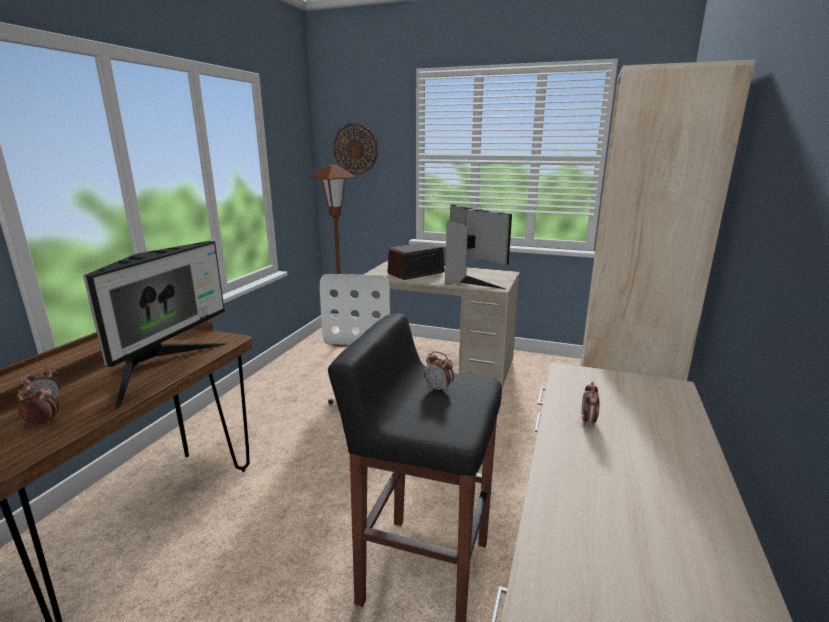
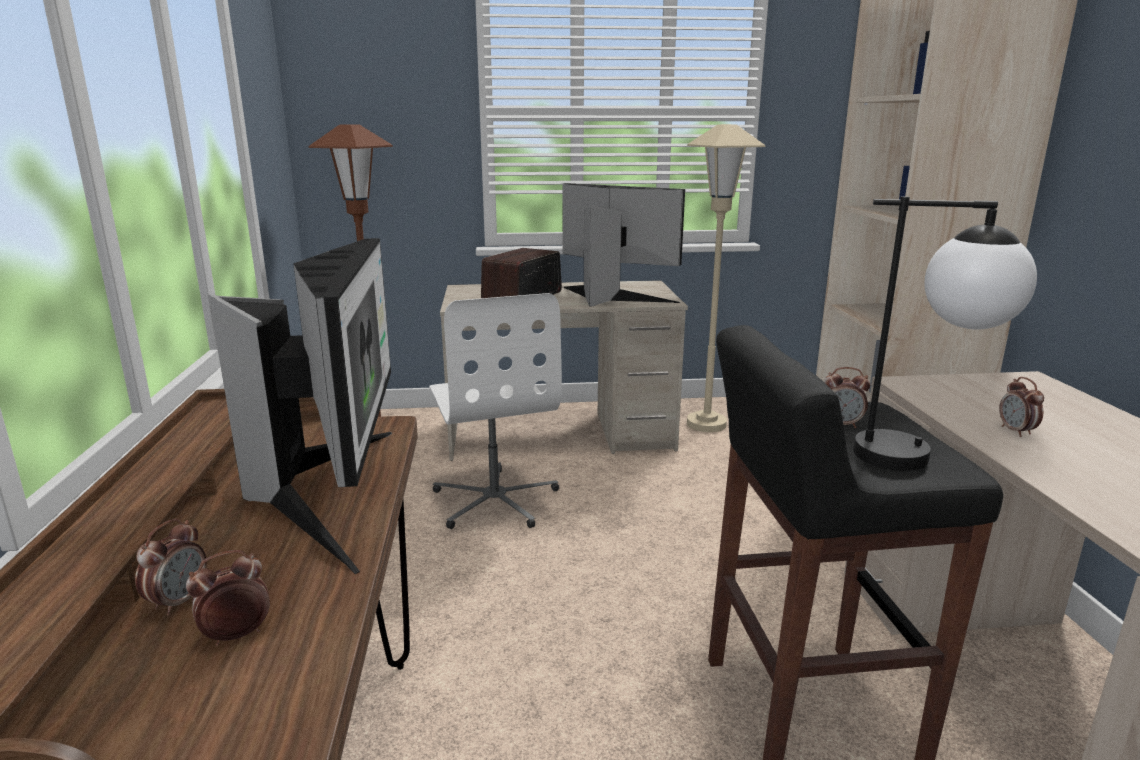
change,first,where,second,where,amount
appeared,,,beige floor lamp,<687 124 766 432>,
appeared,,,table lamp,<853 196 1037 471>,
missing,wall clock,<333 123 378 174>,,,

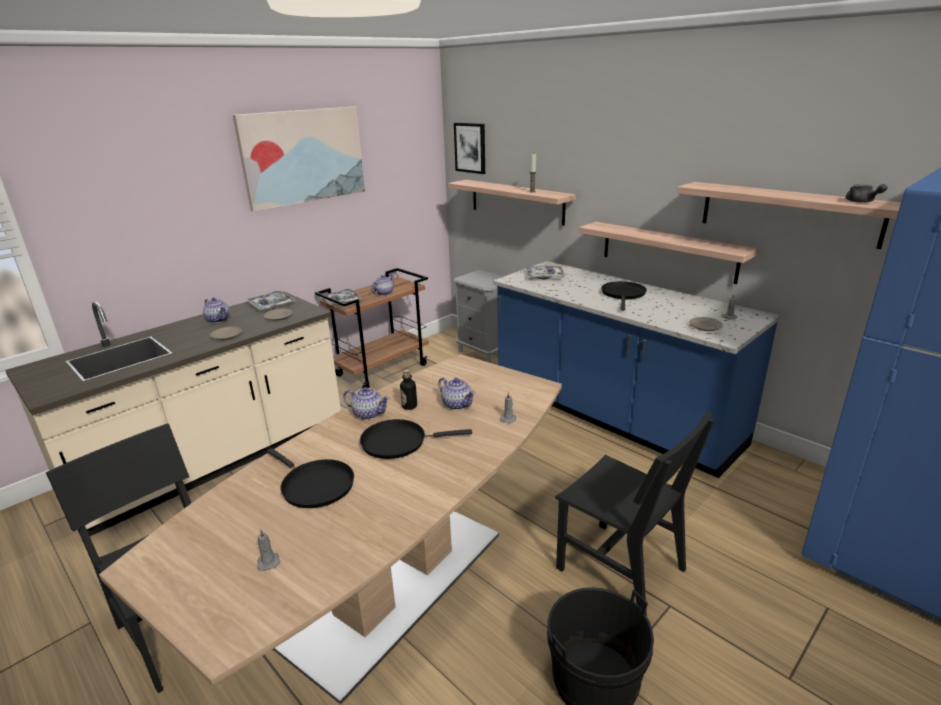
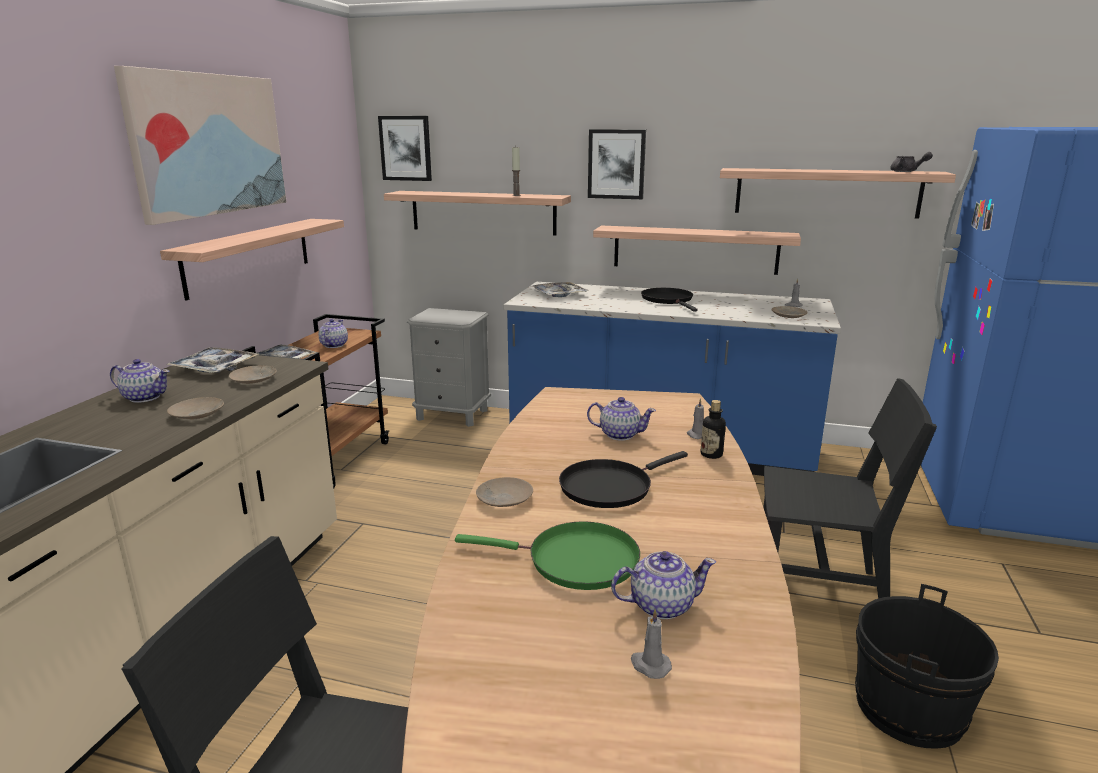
change,first,where,second,where,amount
appeared,,,shelf,<160 219 344 301>,
colour,black frying pan,<267 448 354 508>,green frying pan,<455 521 640 590>,
appeared,,,beige plate,<476 477 533 507>,
appeared,,,picture,<588 129 646 199>,
relocated,teapot,<343 387 390 420>,,<611 551 716 619>,
relocated,bottle,<400 369 417 410>,,<701 400 726 459>,

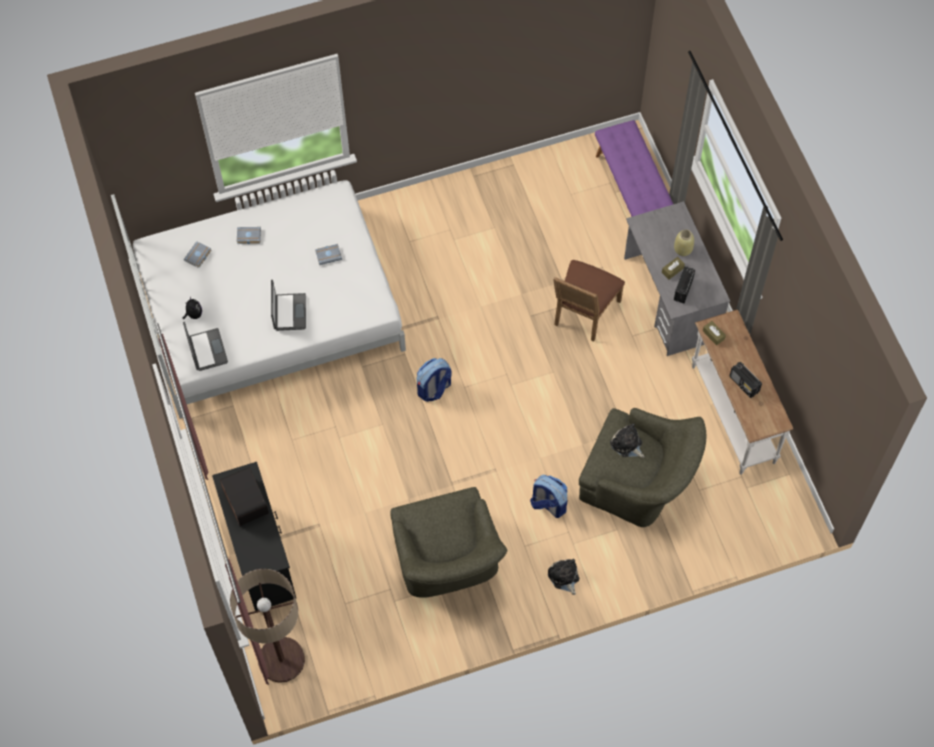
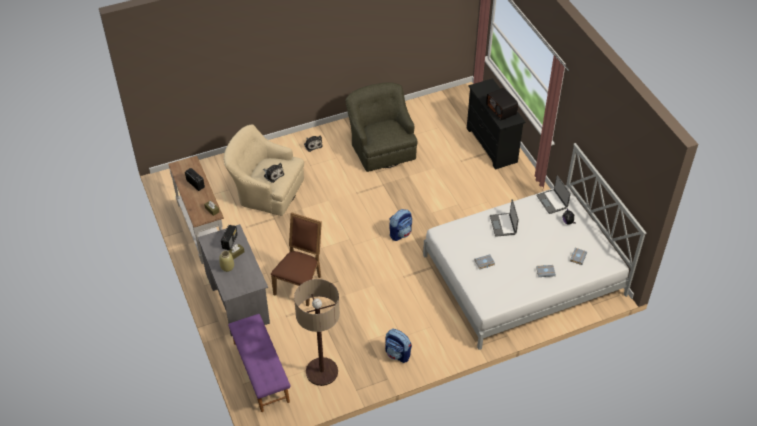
change,first,where,second,where,amount
colour,green armchair,<579 408 707 527>,beige armchair,<224 124 304 216>,
relocated,floor lamp,<230 569 305 683>,,<294 279 340 386>,
relocated,backpack,<530 475 567 518>,,<385 329 412 363>,

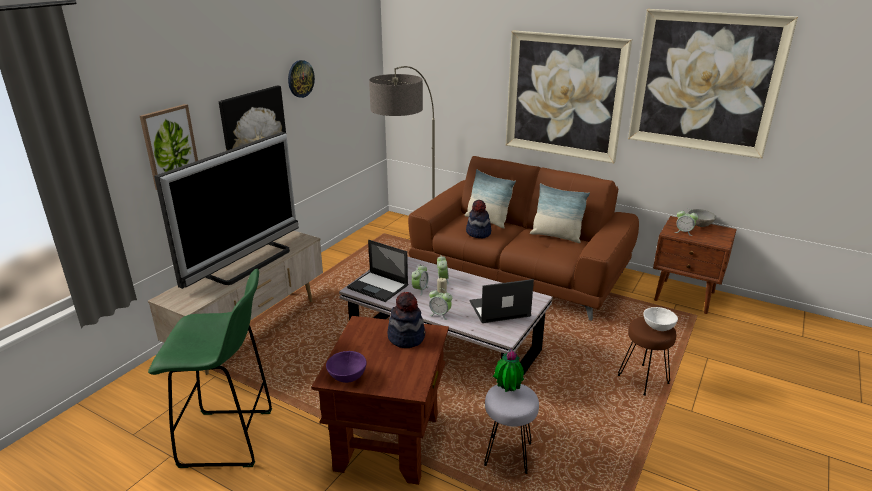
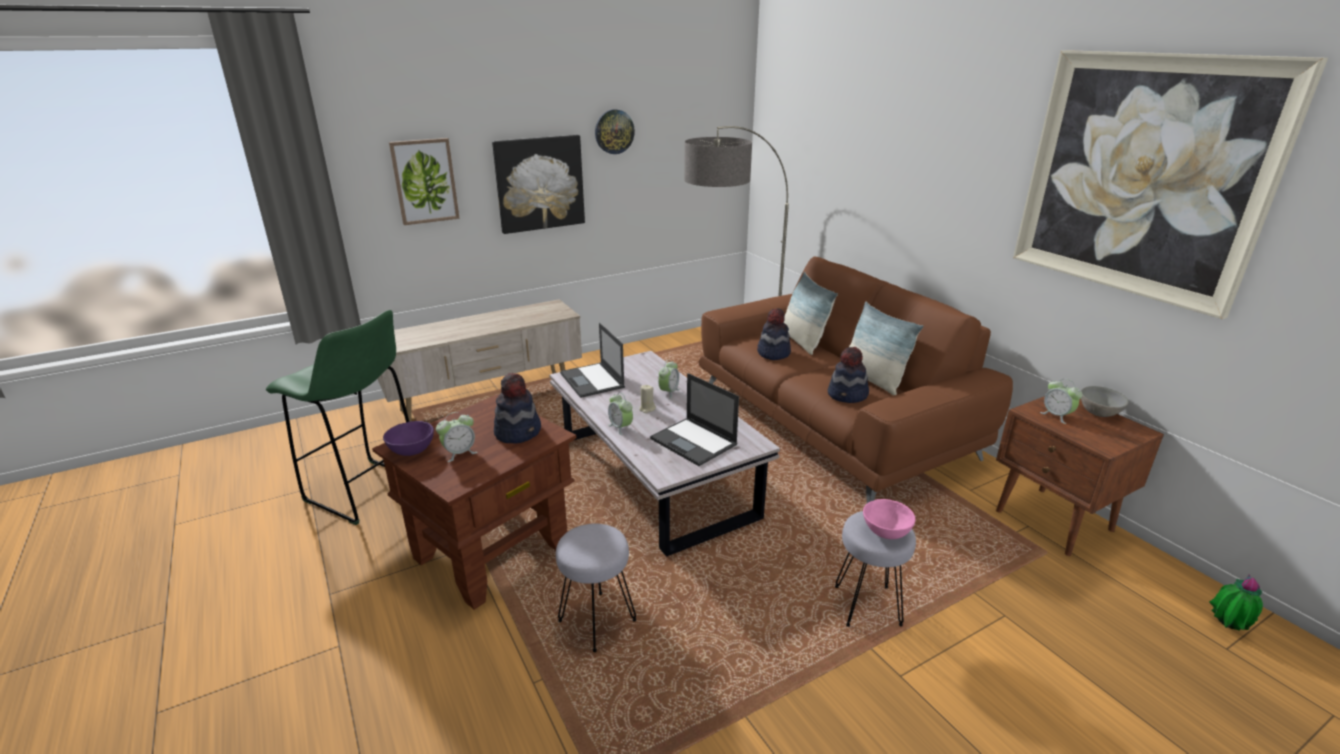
change,first,where,second,where,amount
relocated,alarm clock,<412 264 429 296>,,<436 412 478 462>,
spun,laptop,<470 279 534 323>,,<650 373 739 466>,150 degrees counterclockwise
appeared,,,hat,<828 347 869 403>,
colour,brown stool,<618 317 676 396>,grey stool,<835 511 916 627>,
colour,white bowl,<643 307 678 331>,pink bowl,<863 499 916 539>,
relocated,potted plant,<493 348 524 392>,,<1209 575 1263 631>,
missing,television,<154 132 299 289>,,,
missing,picture,<506 30 632 164>,,,

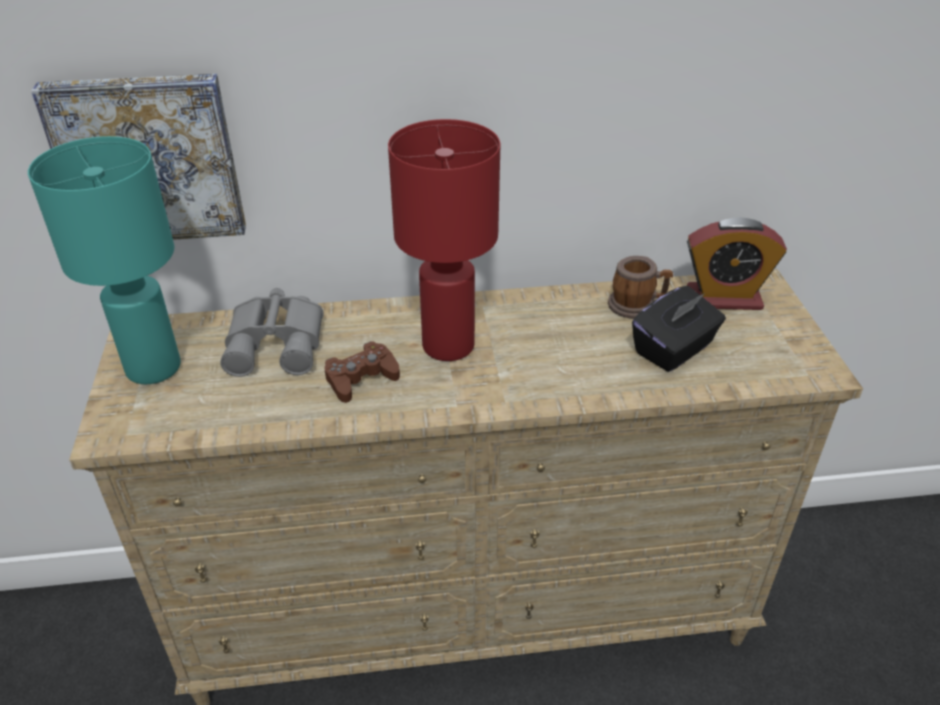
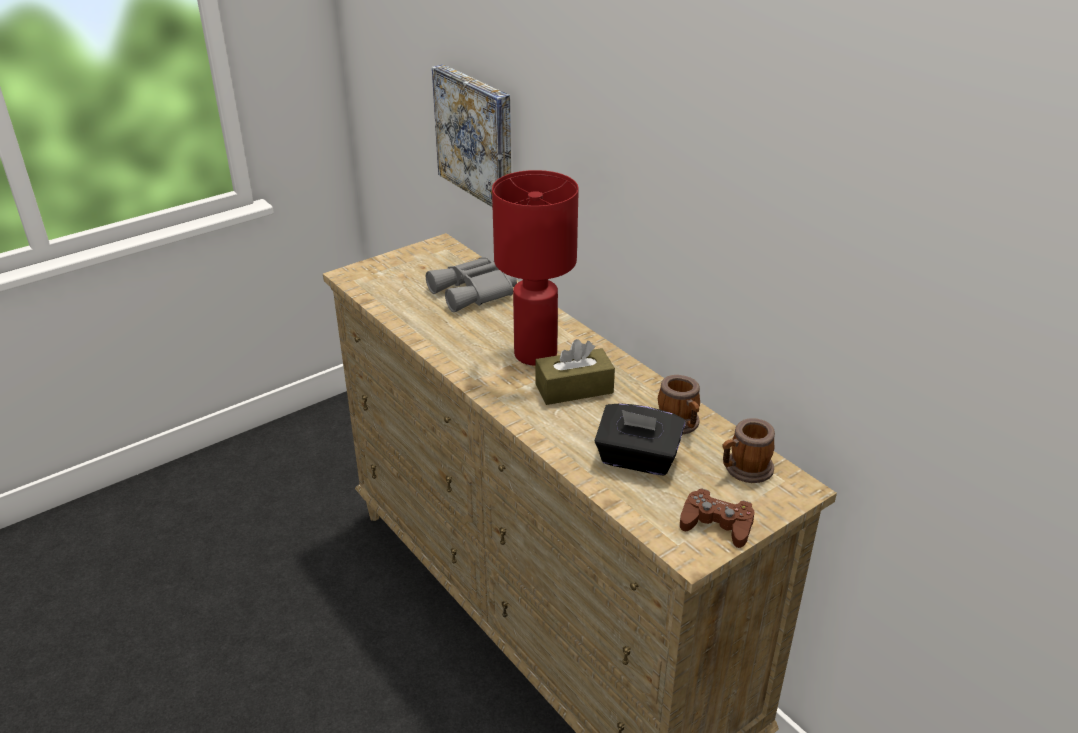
change,first,where,second,where,amount
appeared,,,brown tissue box,<536 339 615 405>,
relocated,brown game controller,<324 341 400 403>,,<680 489 754 548>,
exchanged,alarm clock,<687 217 787 310>,mug,<722 419 775 483>,
missing,turquoise table lamp,<28 136 181 384>,,,

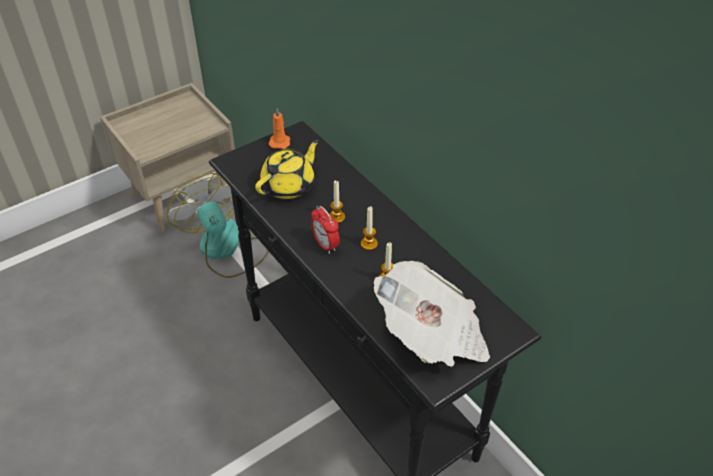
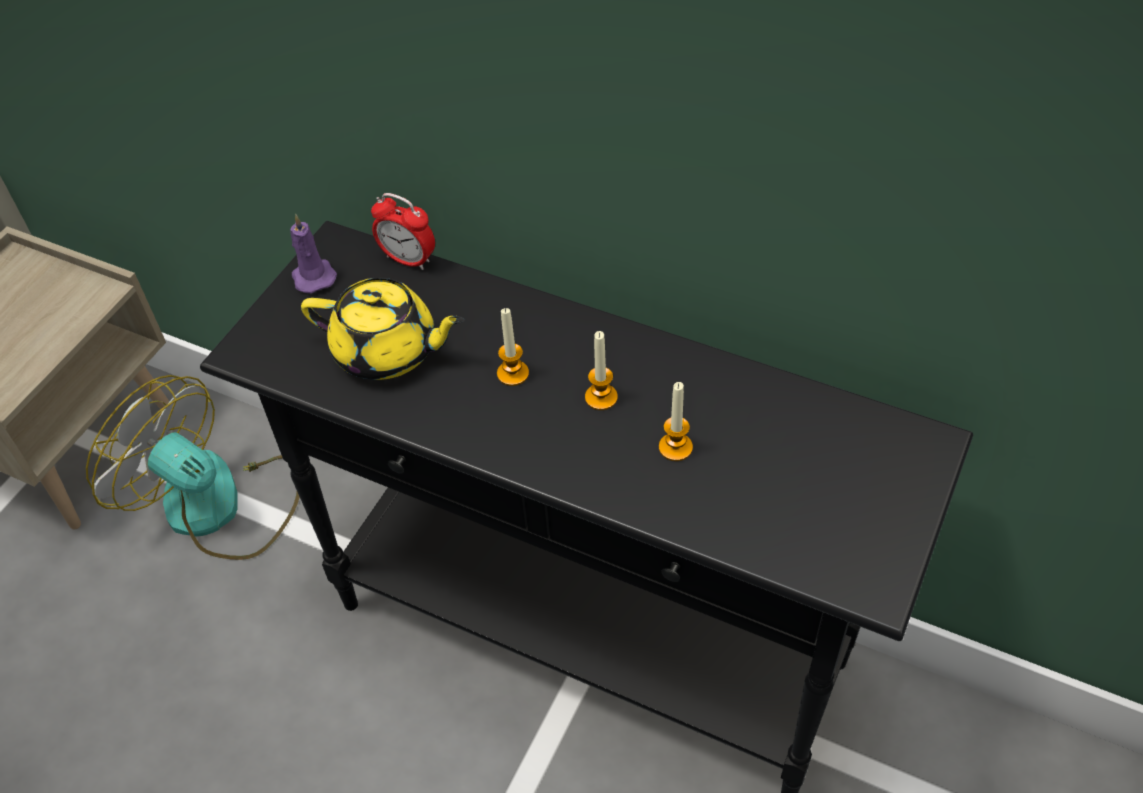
change,first,where,second,where,amount
colour,orange candle,<269 108 290 149>,purple candle,<290 214 337 293>,
spun,yellow teapot,<255 139 319 199>,,<301 277 464 380>,90 degrees clockwise
relocated,alarm clock,<311 206 340 254>,,<371 193 435 270>,
missing,newspaper,<374 261 490 367>,,,

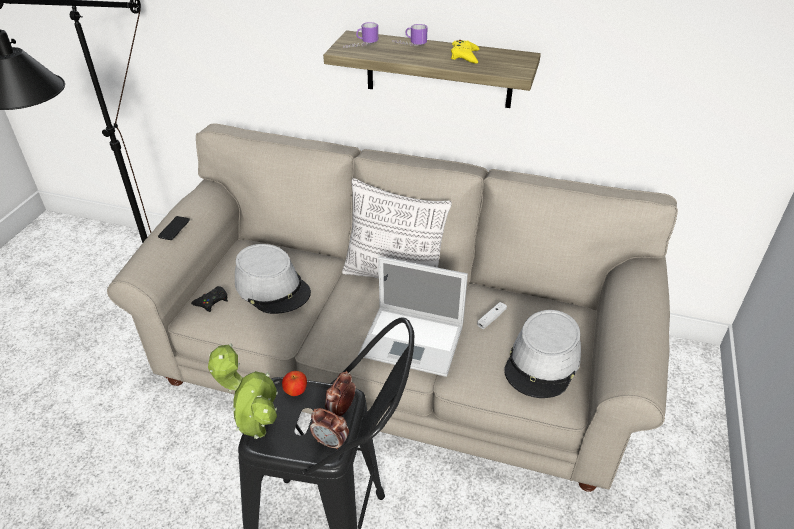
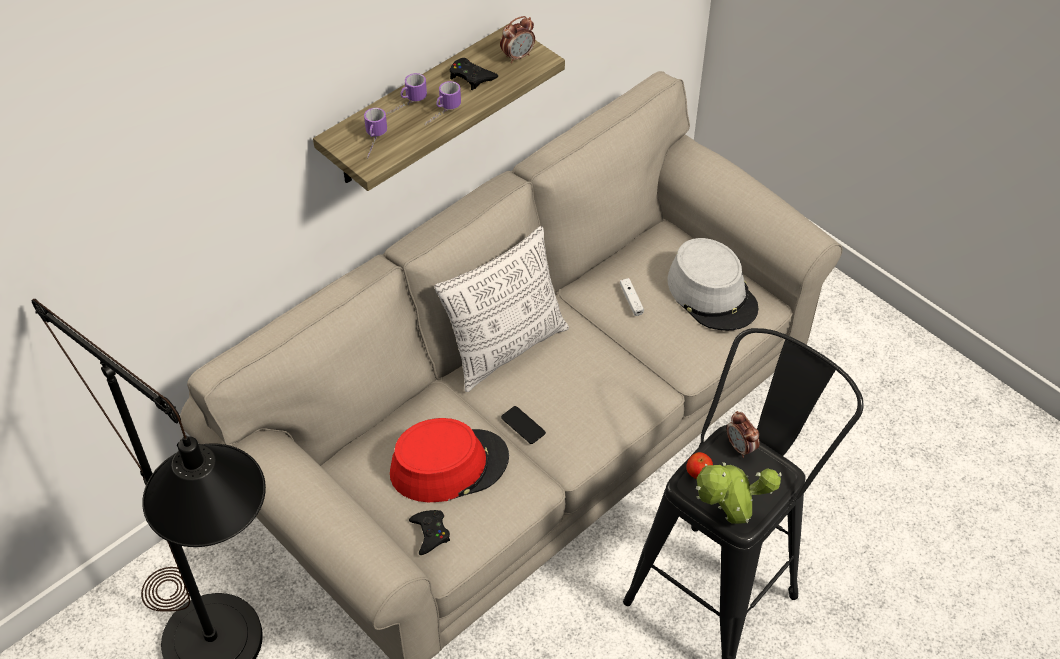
change,first,where,second,where,amount
colour,grey hat,<235 244 311 314>,red hat,<390 418 509 502>,
appeared,,,mug,<426 81 461 125>,
colour,yellow game controller,<451 40 480 64>,black game controller,<450 58 498 90>,
relocated,alarm clock,<310 408 349 449>,,<500 16 535 63>,
relocated,phone,<158 216 190 240>,,<501 406 546 444>,
missing,laptop,<358 257 468 377>,,,

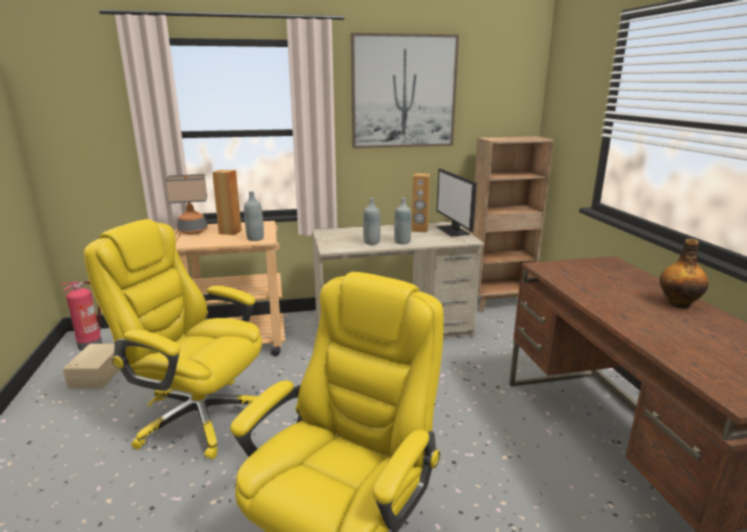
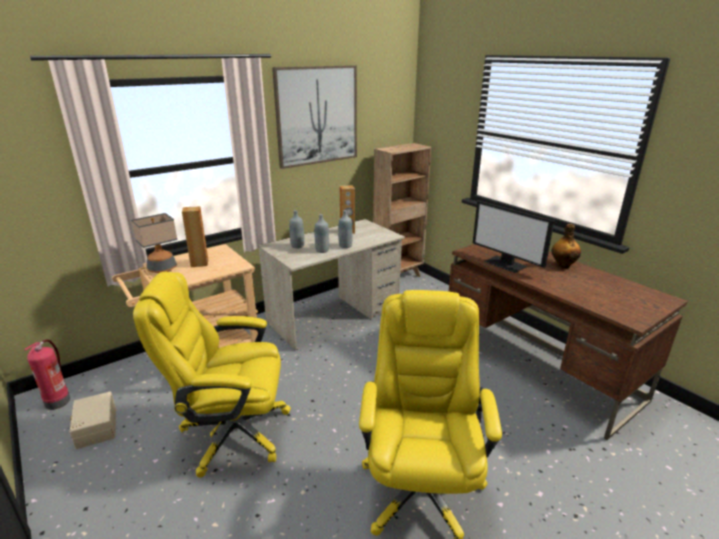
change,first,where,second,where,amount
relocated,grey bottle,<244 191 264 241>,,<289 210 304 248>,
relocated,monitor,<436 169 477 237>,,<473 201 554 273>,

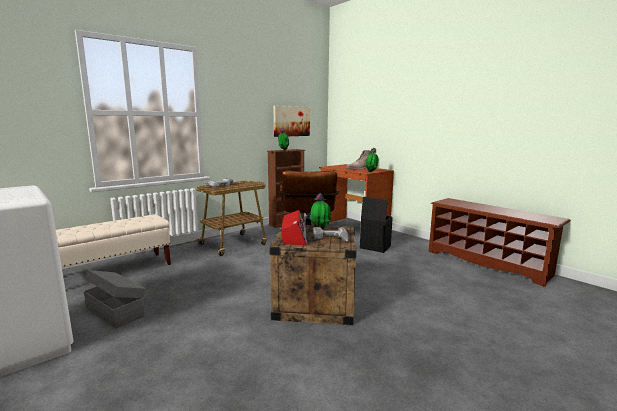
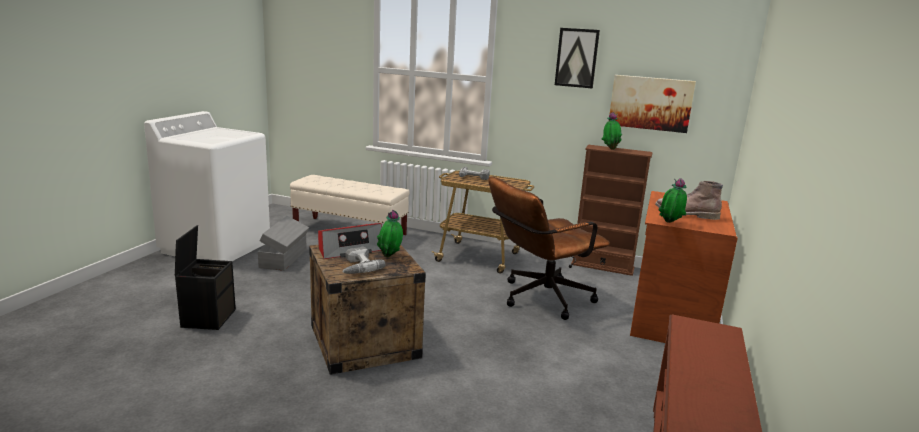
change,first,where,second,where,amount
relocated,black storage box,<360 197 393 253>,,<175 225 236 330>,
appeared,,,picture,<555 28 600 88>,

